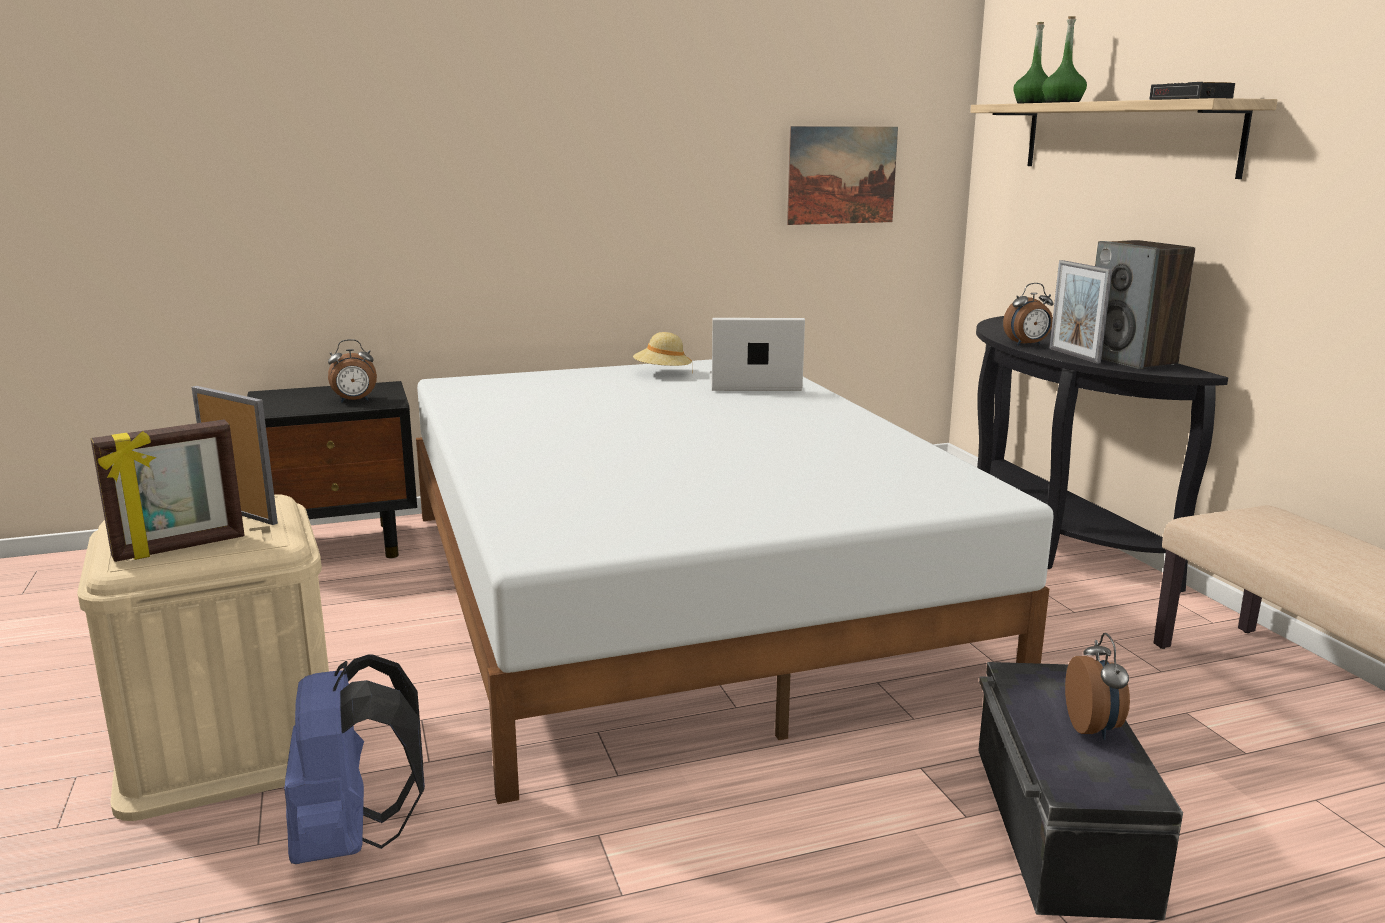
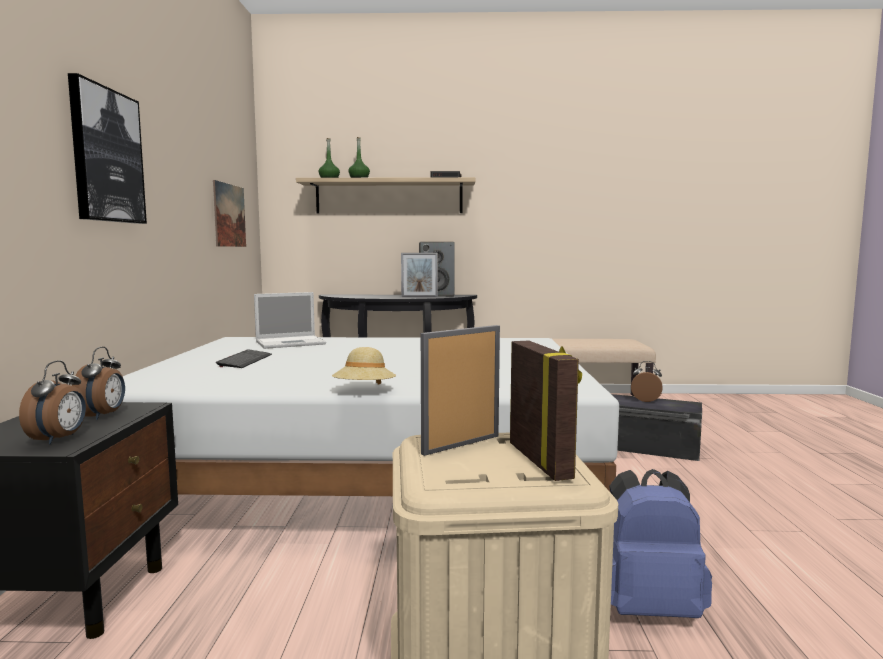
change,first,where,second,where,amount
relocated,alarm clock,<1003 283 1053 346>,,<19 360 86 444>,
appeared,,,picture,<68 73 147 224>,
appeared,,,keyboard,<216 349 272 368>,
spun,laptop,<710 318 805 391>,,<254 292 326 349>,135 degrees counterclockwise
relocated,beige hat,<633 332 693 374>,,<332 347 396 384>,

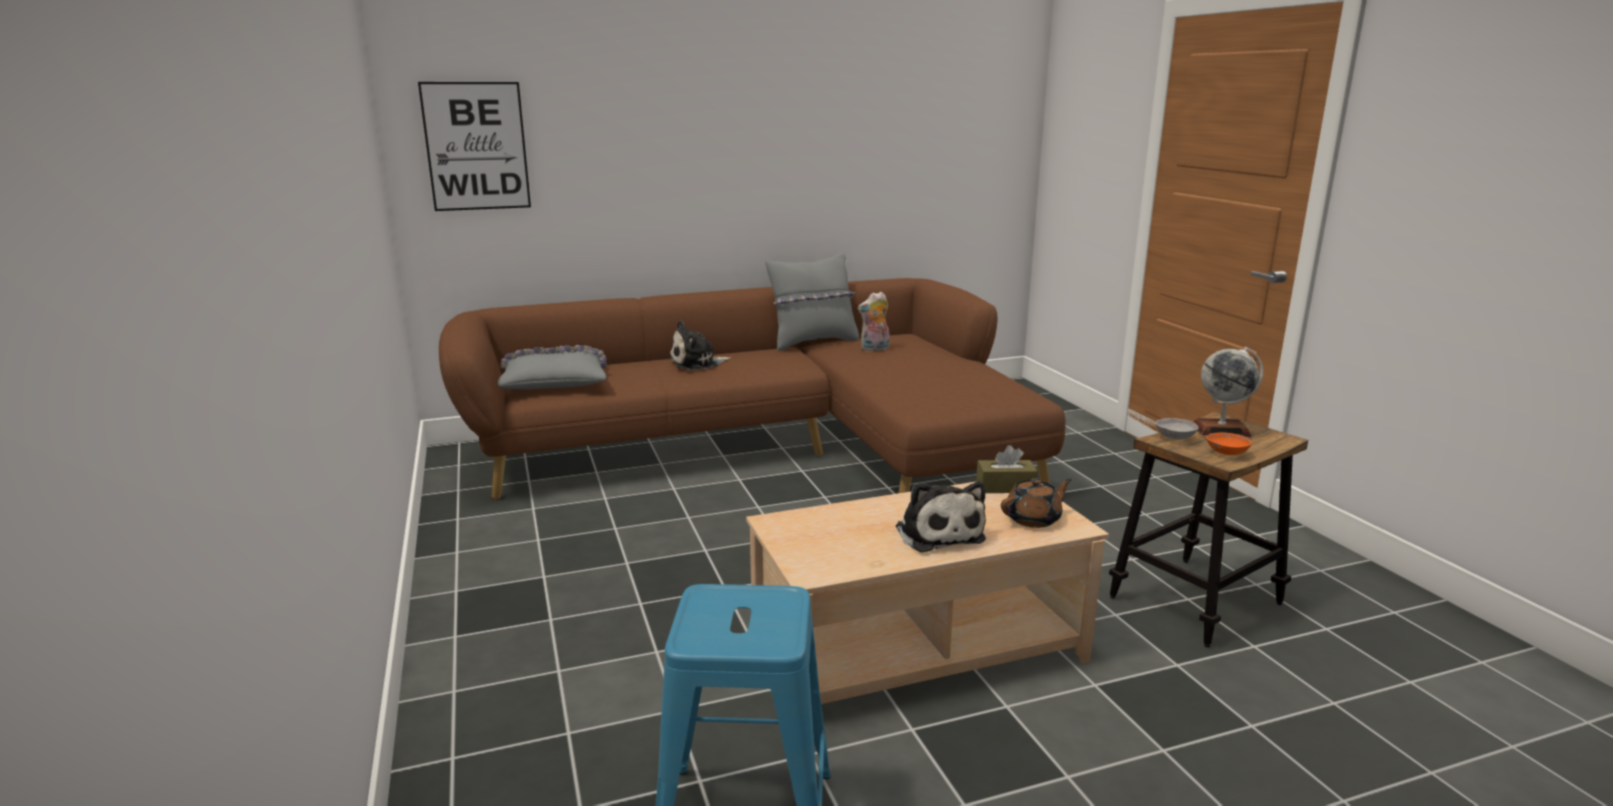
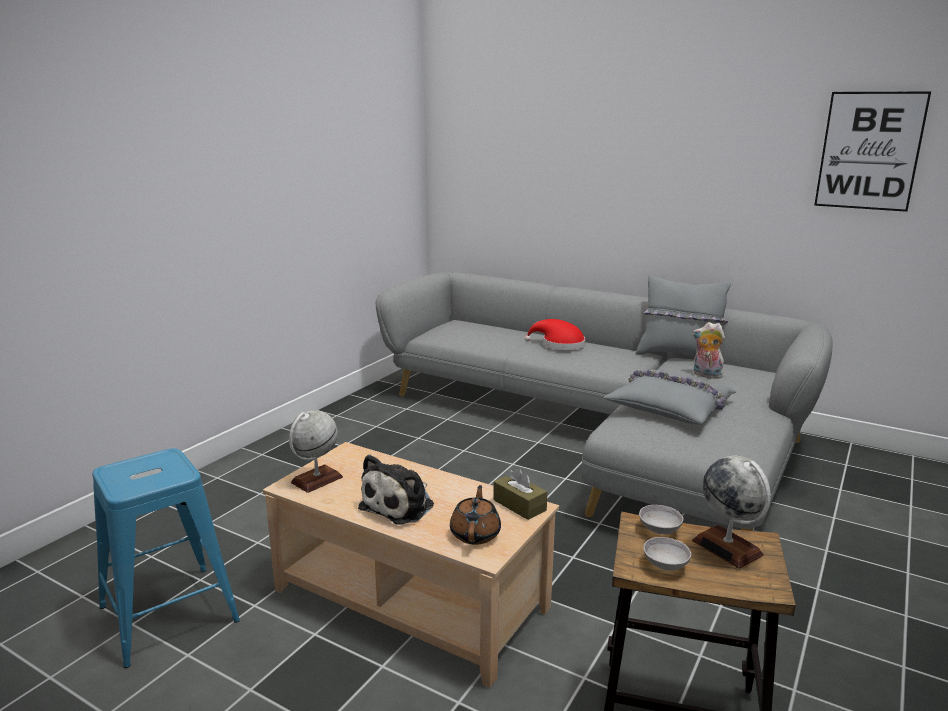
change,first,where,second,where,amount
appeared,,,globe,<289 410 343 493>,
colour,brown sofa,<439 278 1066 499>,grey sofa,<375 272 833 531>,
spun,brown teapot,<1001 478 1072 528>,,<450 485 501 545>,105 degrees counterclockwise
exchanged,plush toy,<669 321 731 370>,red hat,<524 319 585 350>,
relocated,grey pillow,<498 345 607 390>,,<604 369 737 425>,
colour,orange bowl,<1206 432 1252 455>,grey bowl,<643 537 691 571>,
relocated,picture,<418 82 531 211>,,<814 91 931 212>,

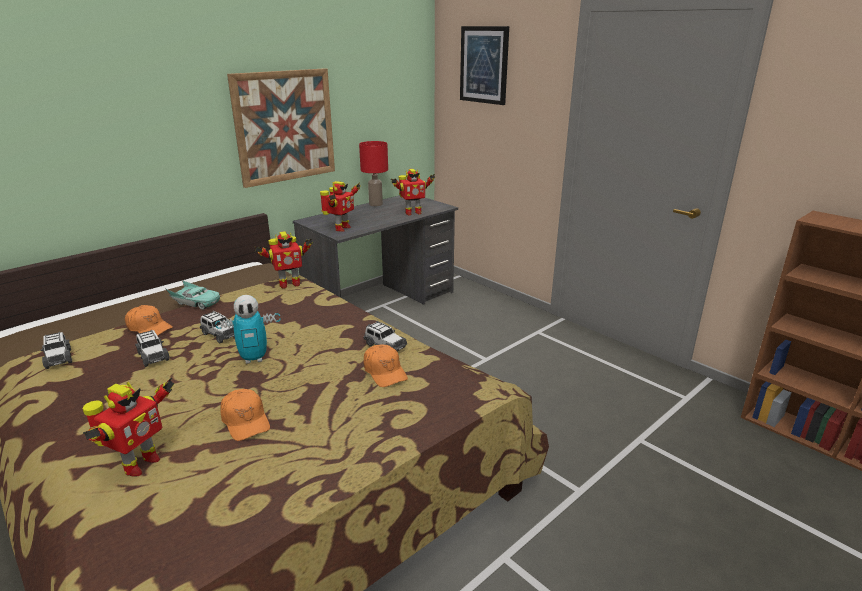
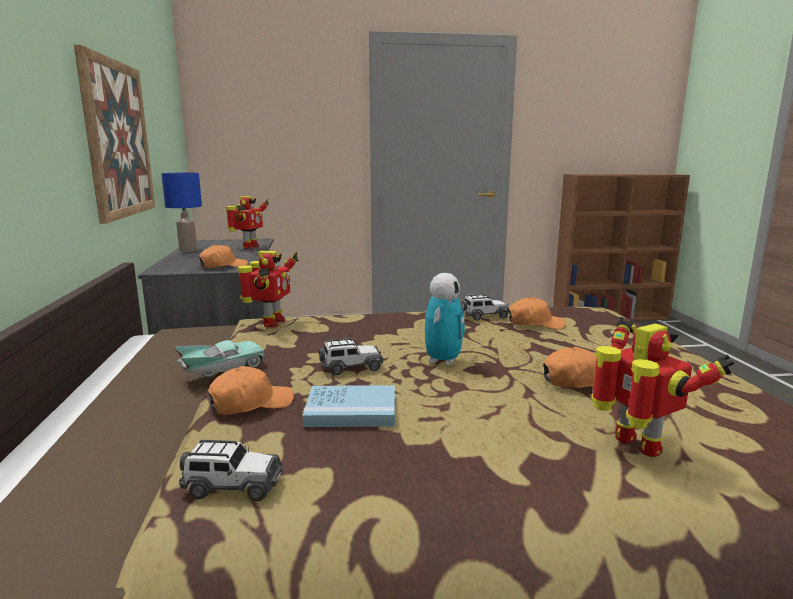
change,first,where,second,where,amount
colour,red table lamp,<359 141 388 206>,blue table lamp,<161 173 202 252>,
exchanged,toy robot,<320 181 360 232>,orange cap,<199 244 248 268>,
exchanged,toy car,<135 330 170 367>,blue book,<302 385 395 427>,
missing,picture,<460 26 509 105>,,,

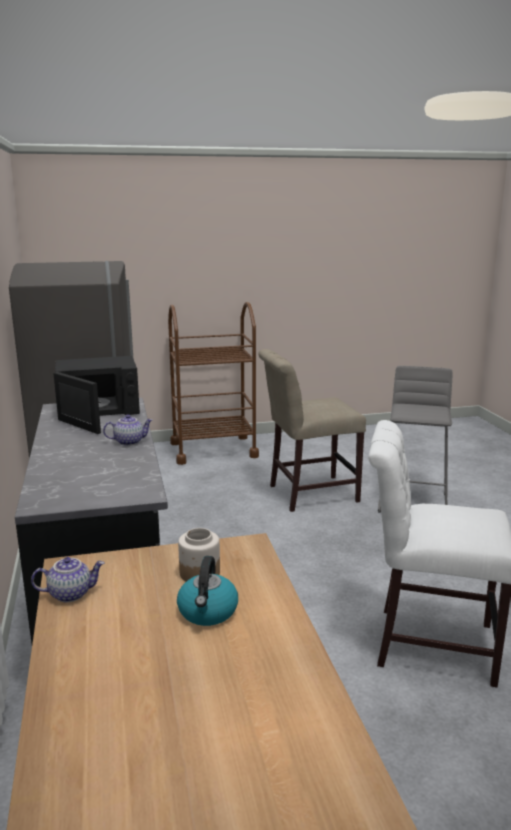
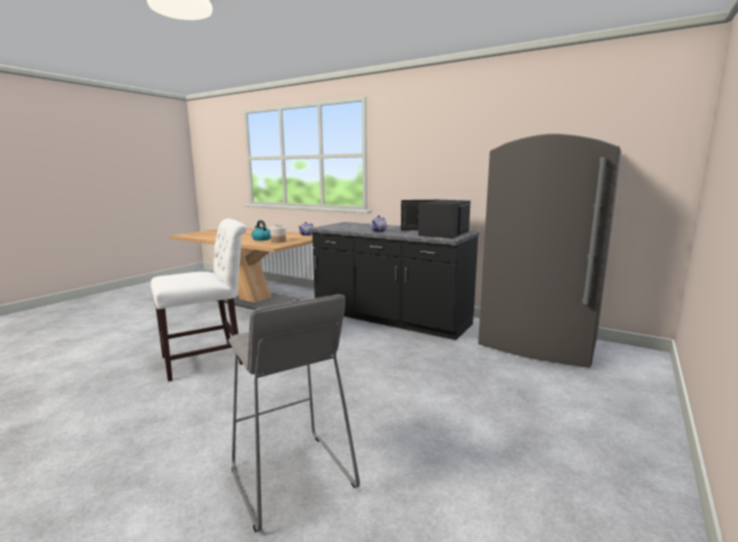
change,first,where,second,where,amount
missing,brown cart,<168 302 259 465>,,,
missing,beige chair,<258 349 366 512>,,,

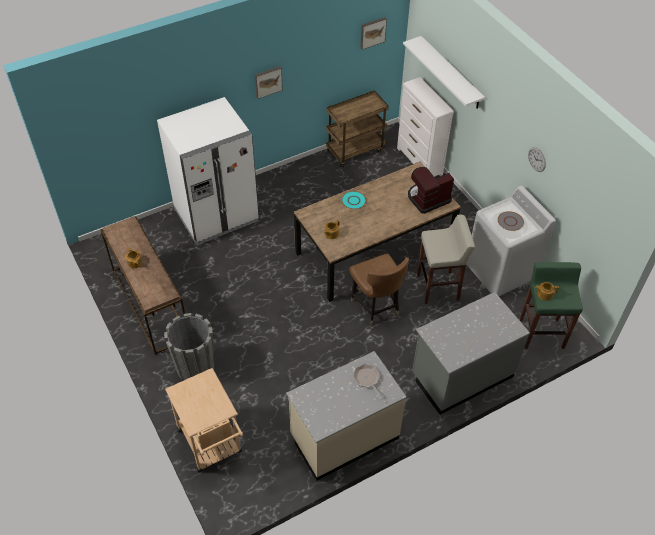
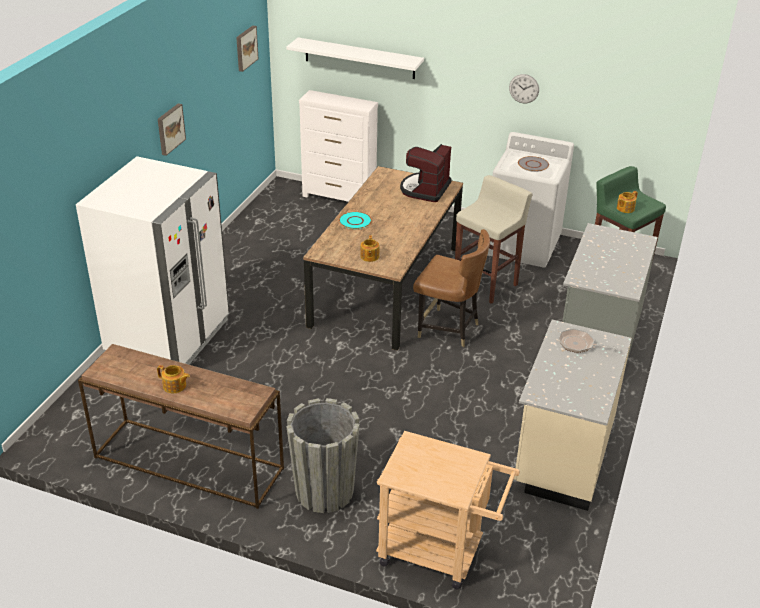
change,first,where,second,where,amount
missing,brown cart,<326 90 389 167>,,,

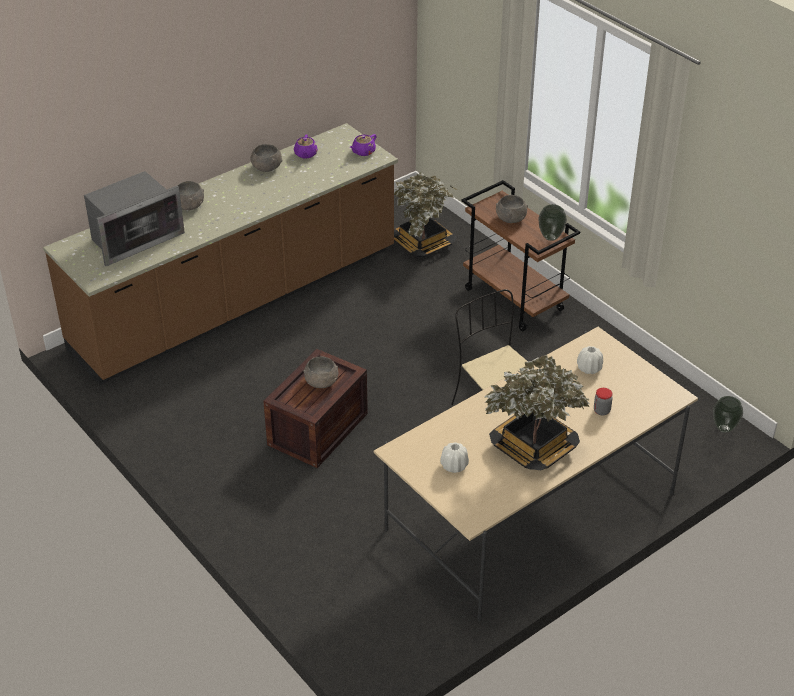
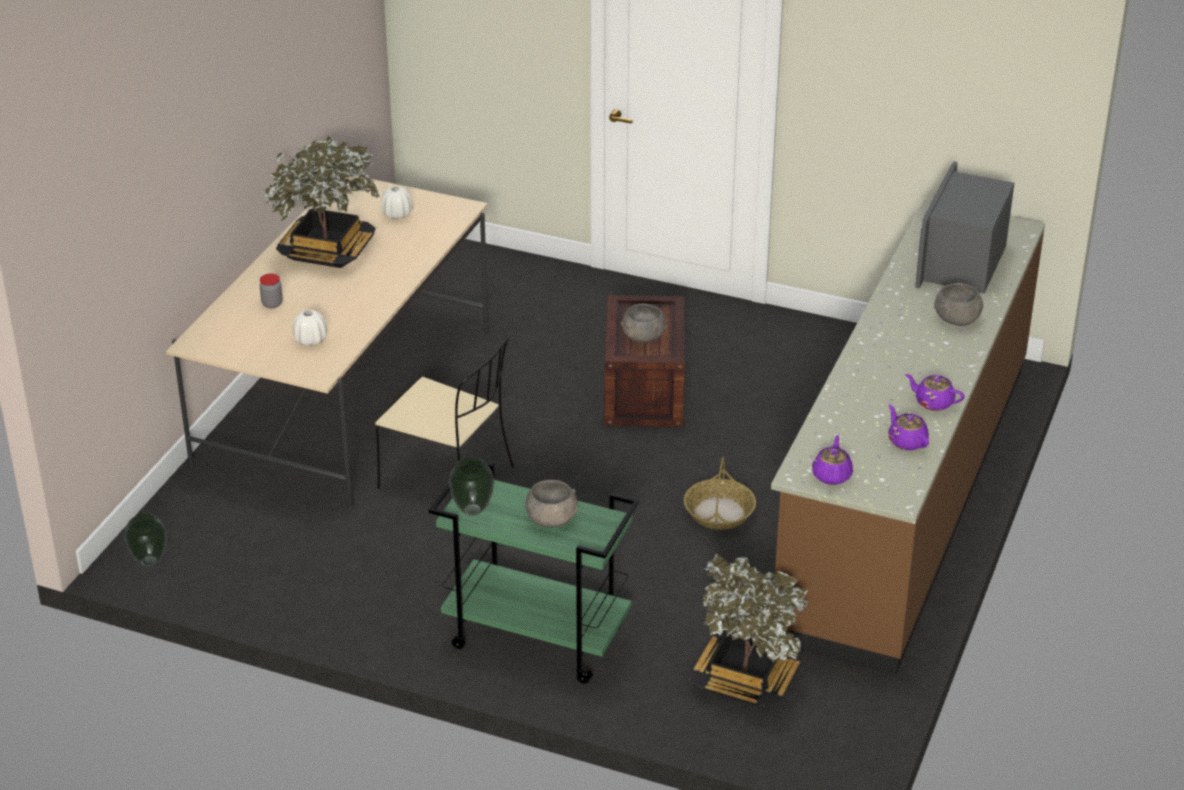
change,first,where,second,where,amount
colour,brown cart,<462 180 580 331>,green cart,<429 462 639 684>,
appeared,,,basket,<684 456 756 530>,
exchanged,grey bowl,<250 144 283 172>,purple teapot,<905 374 965 411>,

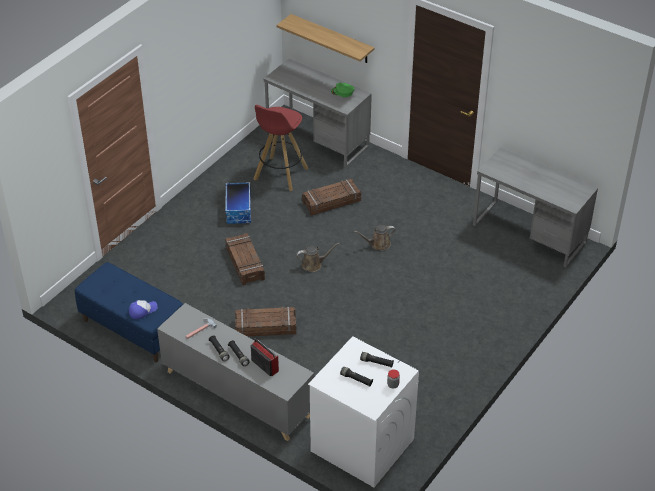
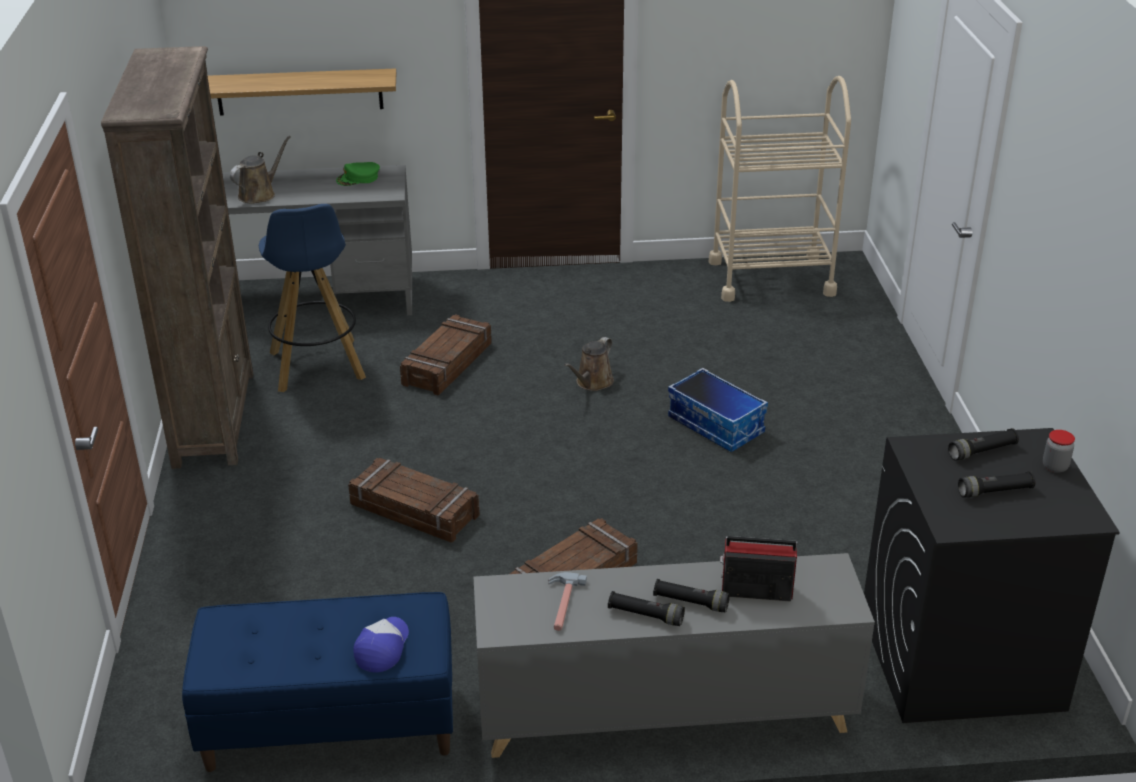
change,first,where,second,where,amount
appeared,,,brown bookcase,<101 46 253 469>,
relocated,brown watering can,<296 243 340 272>,,<230 136 291 204>,
colour,red stool,<253 105 309 191>,blue stool,<259 204 366 392>,
relocated,storage box,<225 182 251 224>,,<668 368 768 452>,
exchanged,grey desk,<473 147 598 267>,beige cart,<709 76 851 302>,
colour,white washing machine,<308 336 419 487>,black washing machine,<864 428 1120 723>,

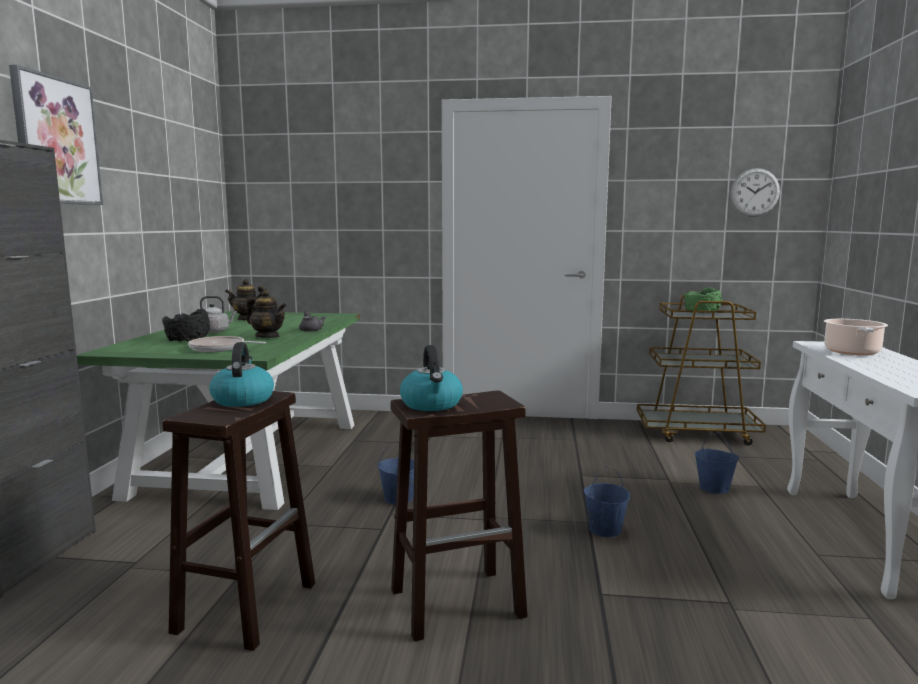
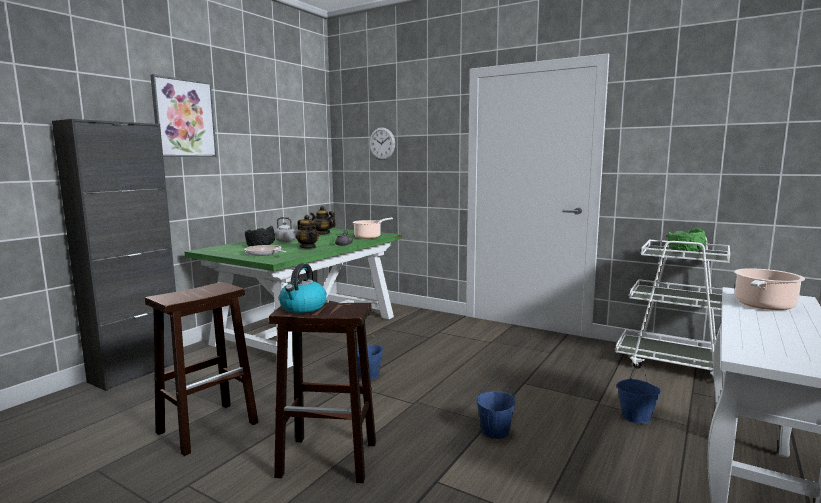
change,first,where,second,where,amount
appeared,,,cooking pot,<352 218 393 239>,
relocated,wall clock,<730 168 780 217>,,<369 127 395 160>,
colour,brown cart,<637 295 766 446>,white cart,<615 233 730 377>,
missing,kettle,<209 342 274 407>,,,

